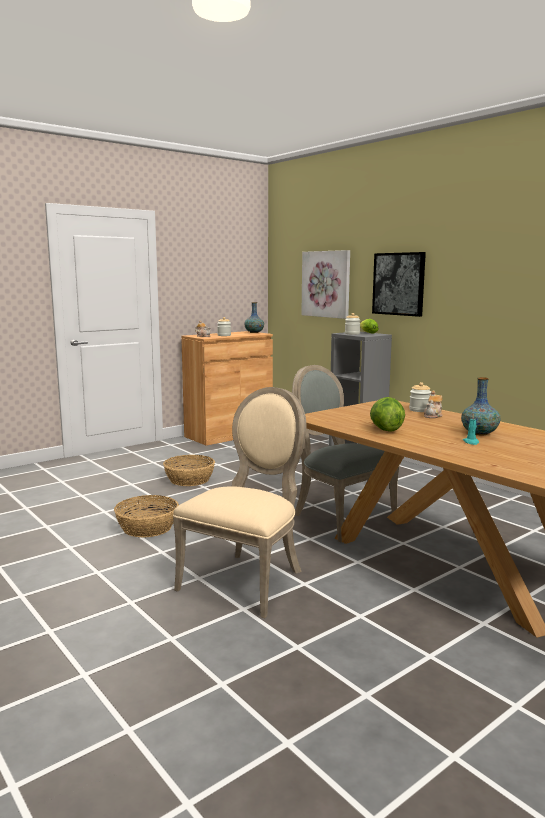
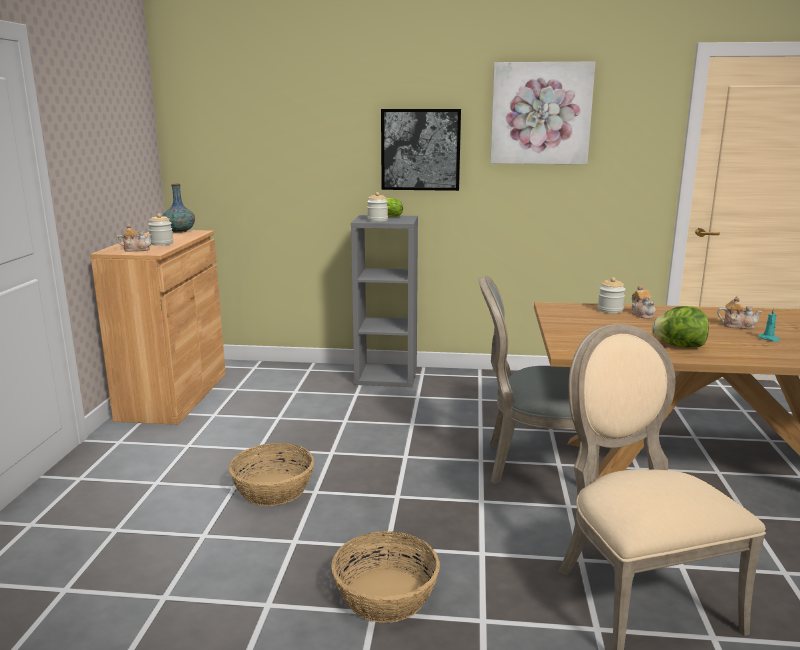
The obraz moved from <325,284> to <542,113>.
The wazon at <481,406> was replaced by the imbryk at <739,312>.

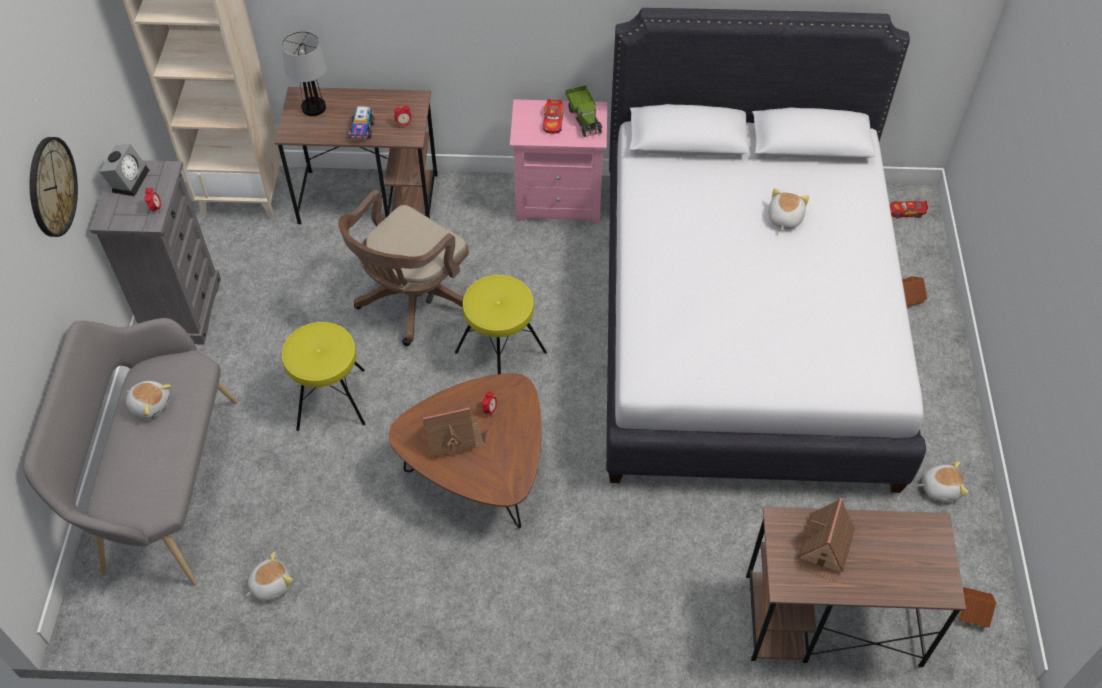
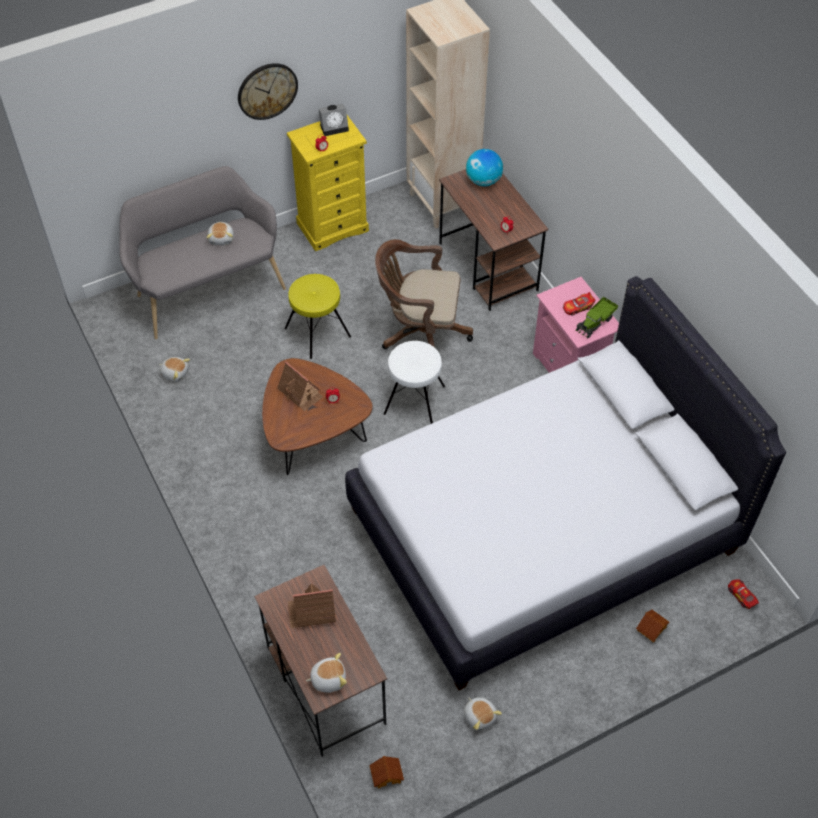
The komoda (szary) at <155,252> became the komoda (żółty) at <328,183>.
The lampa stołowa at <304,73> was replaced by the globus at <484,167>.
The ciężarówka zabawkowa at <361,123> disappeared.
The stołek (żółty) at <501,324> became the stołek (biały) at <414,382>.
The pluszak moved from <788,209> to <326,673>.

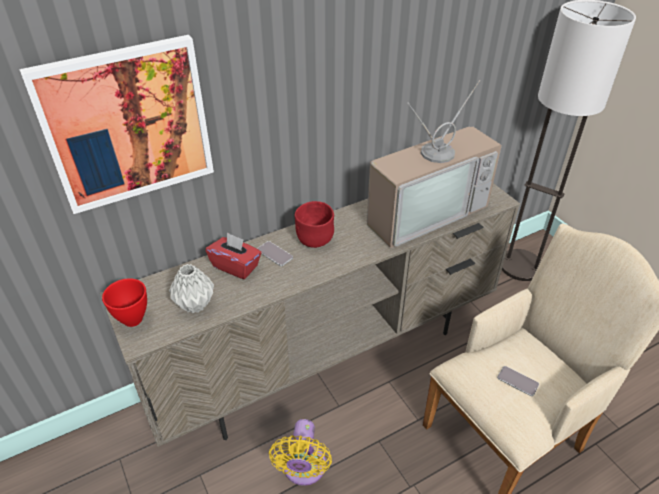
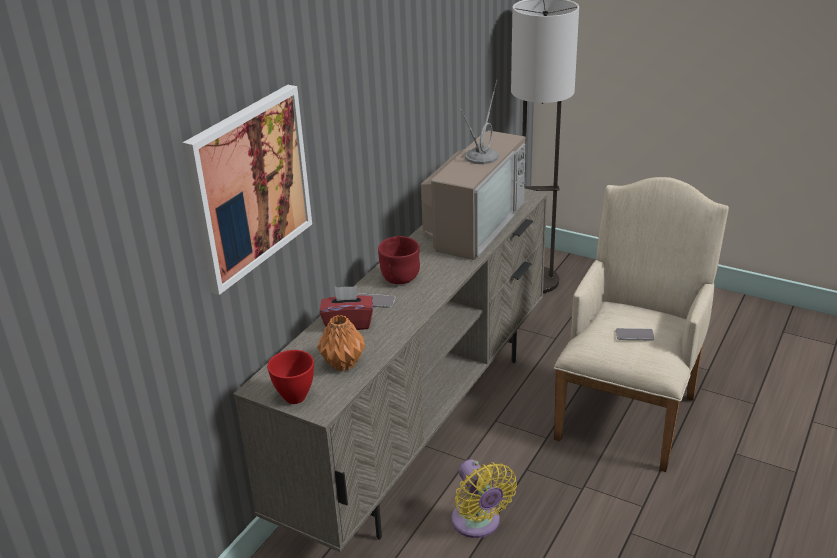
The wazon (szary) at <191,288> became the wazon (pomarańczowy) at <341,343>.

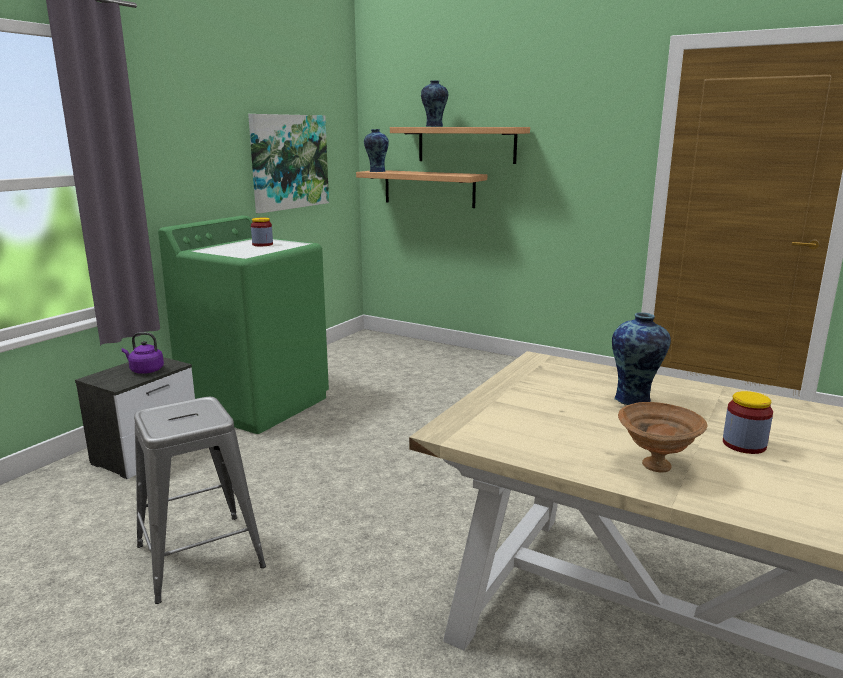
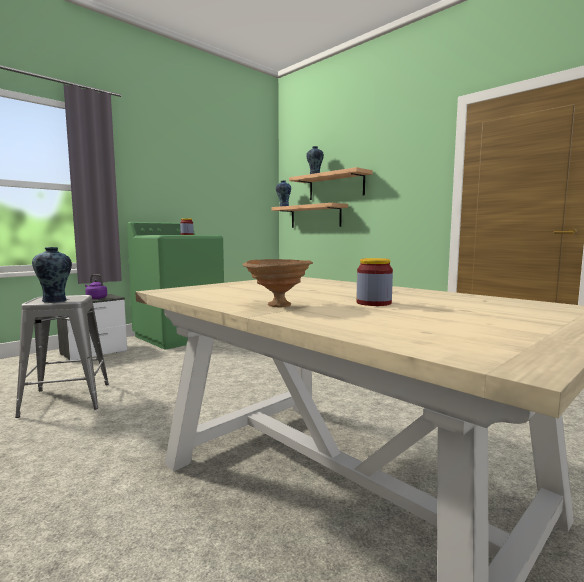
The obraz at <288,163> disappeared.
The wazon moved from <641,359> to <52,275>.

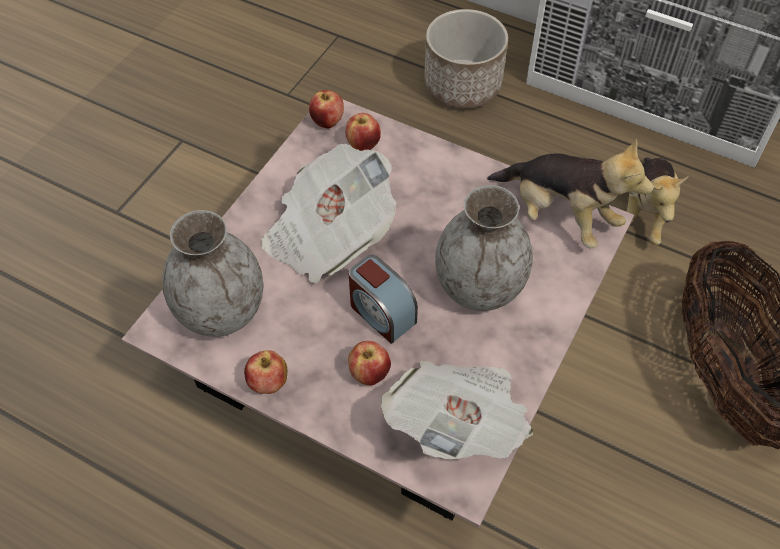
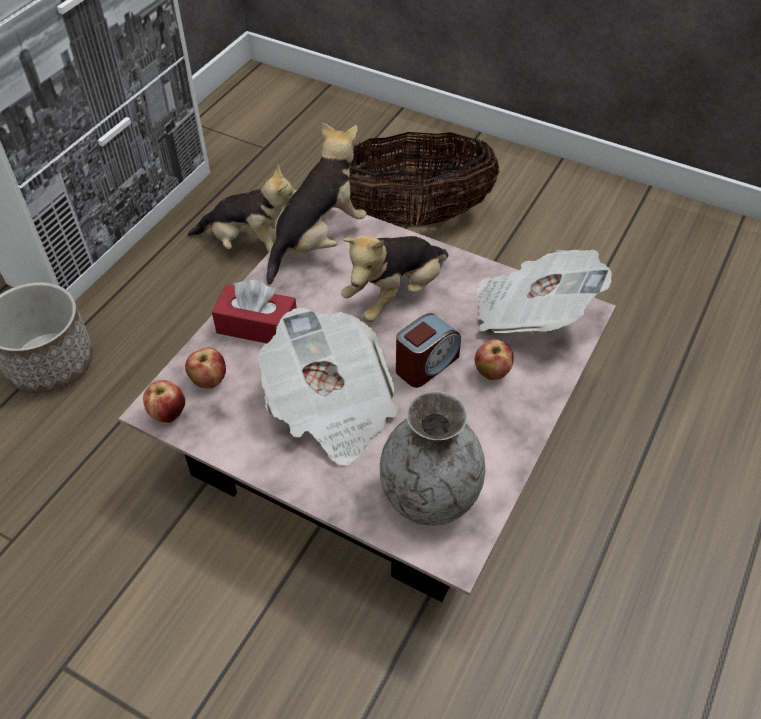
The jabłko at <265,372> disappeared.
The wazon (szary) at <484,248> was replaced by the pluszak at <395,278>.
The pudełko chusteczek (czerwony) at <254,311> appeared.

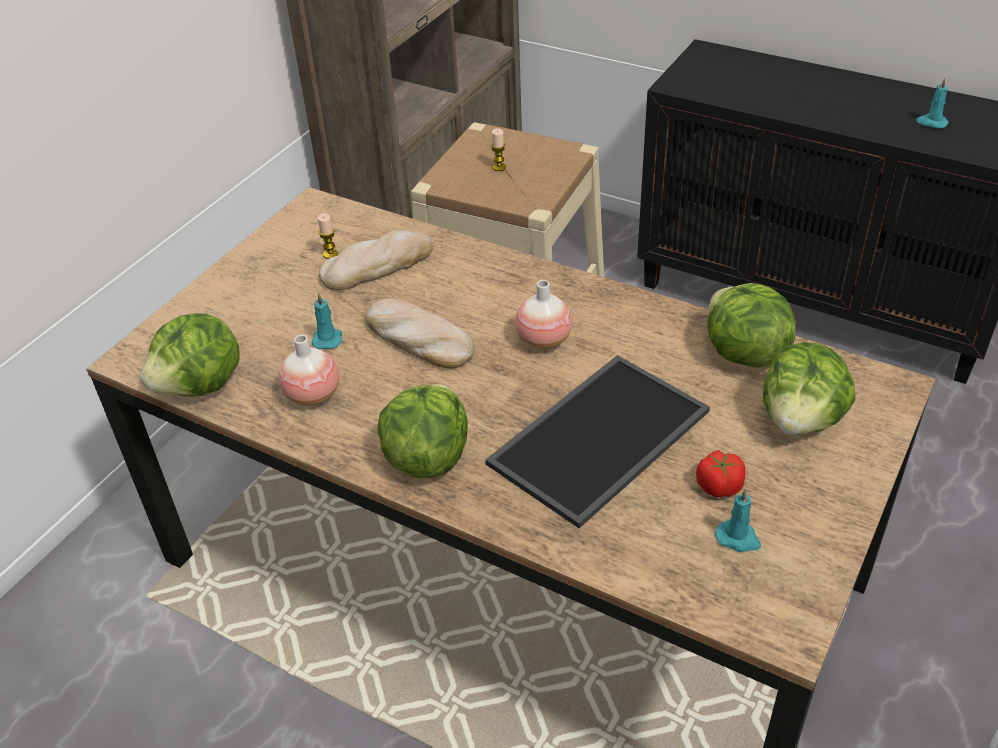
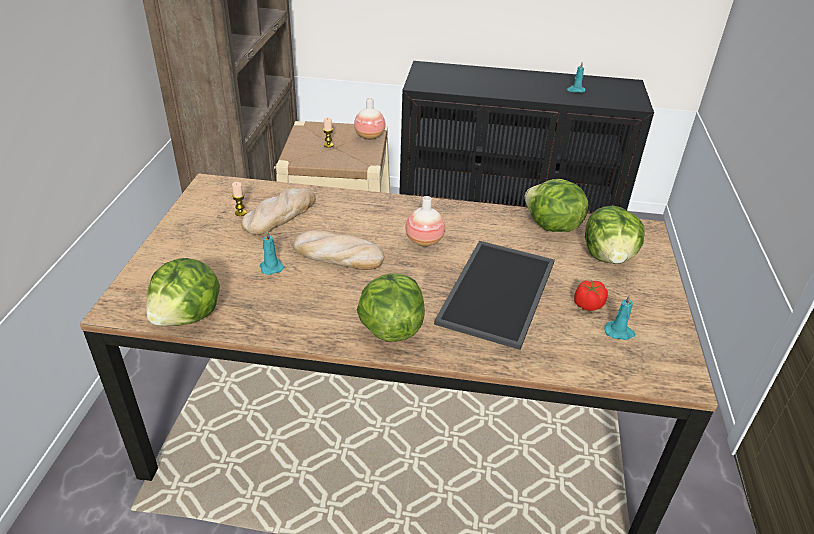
The wazon moved from <309,370> to <369,119>.

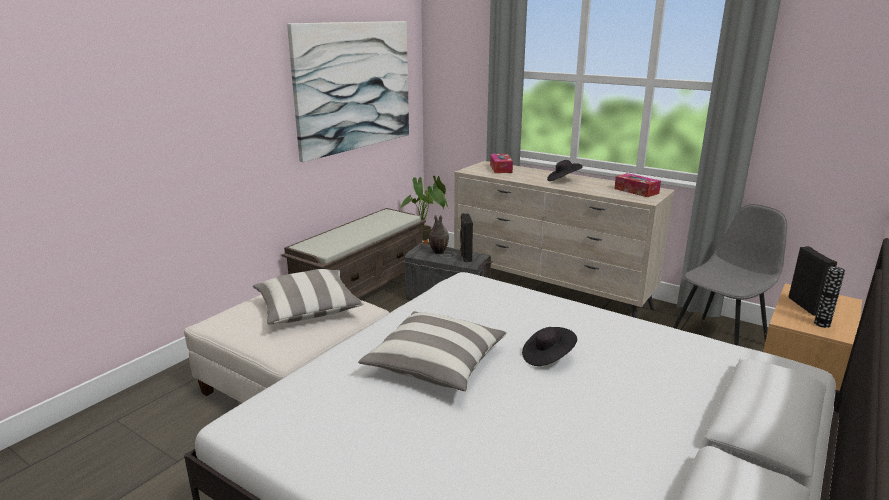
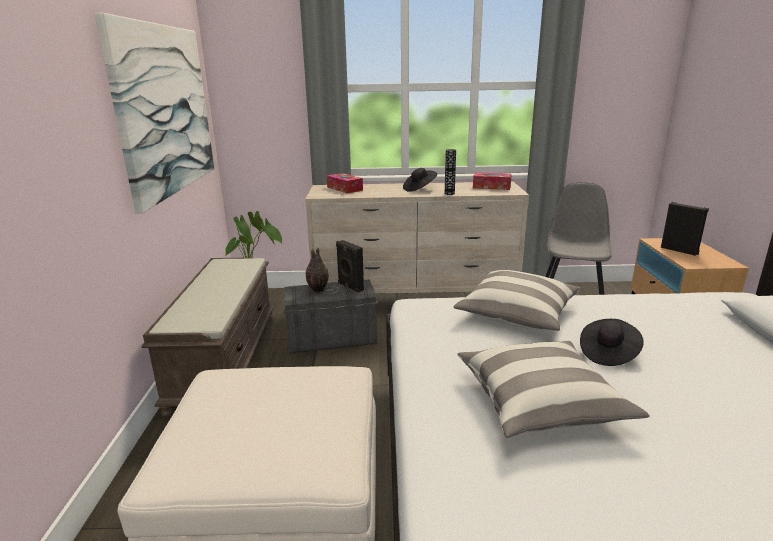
The poduszka moved from <308,296> to <516,300>.
The wazon moved from <829,297> to <450,172>.

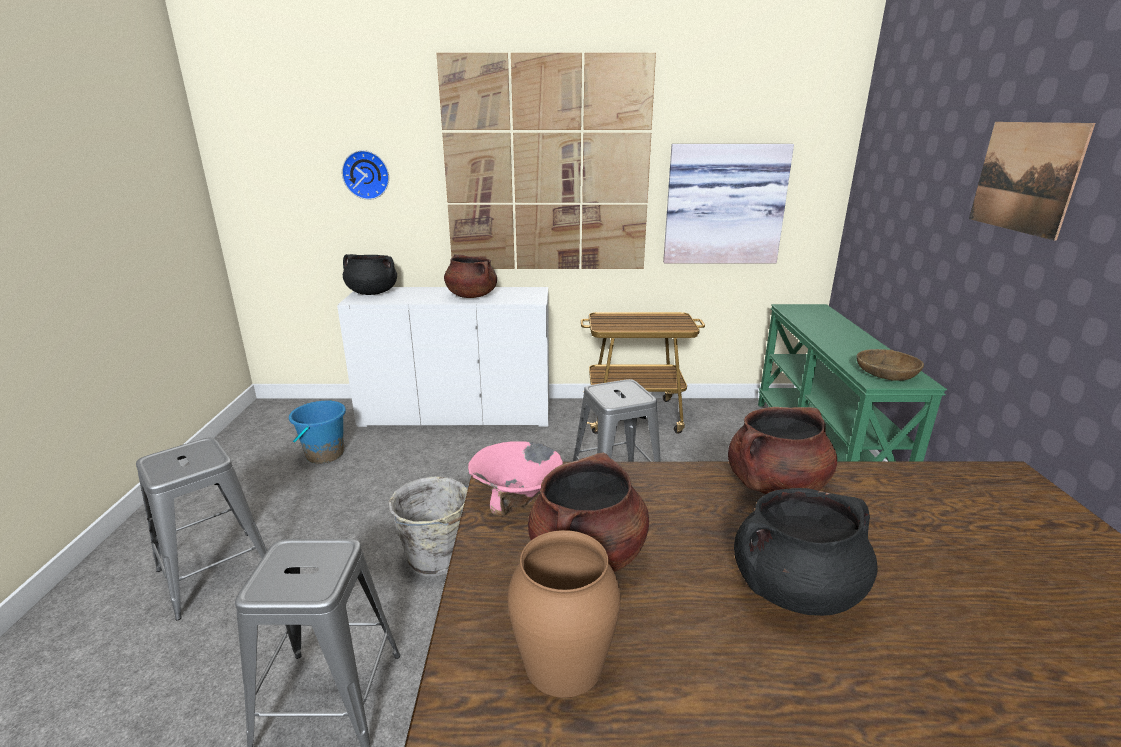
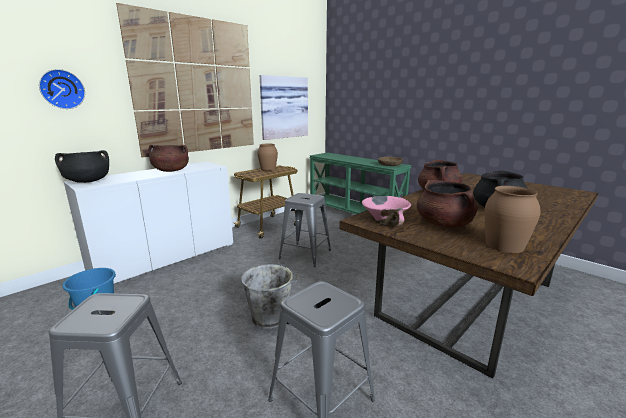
The obraz at <1032,181> disappeared.
The wazon (brązowy) at <267,157> appeared.

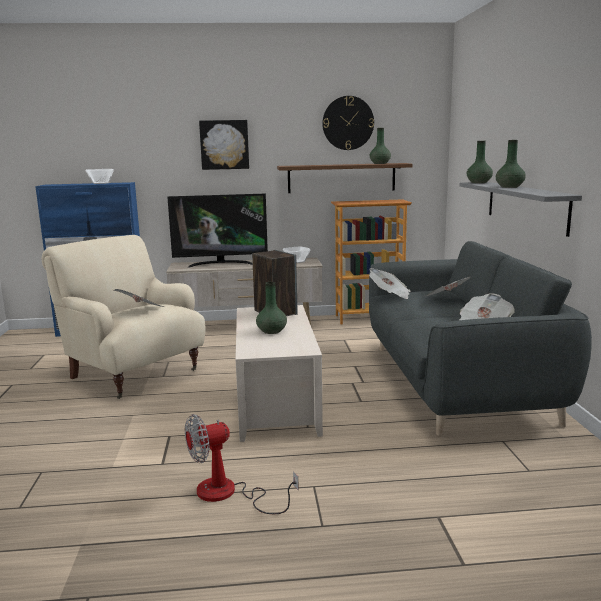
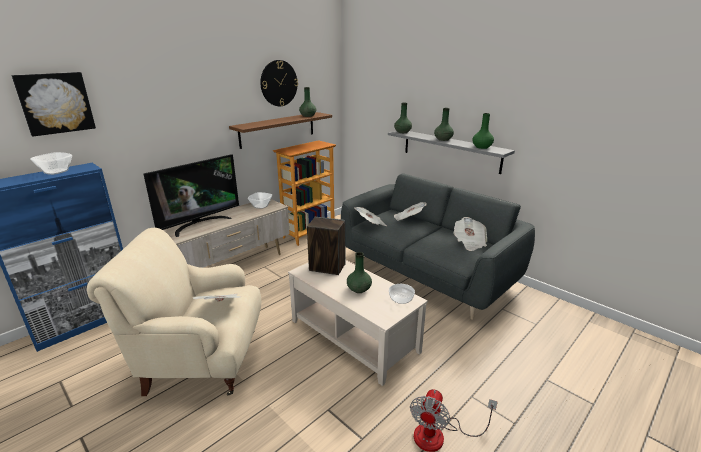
The obraz moved from <224,145> to <54,104>.
The miska at <402,294> appeared.
The wazon (zielony) at <483,131> appeared.

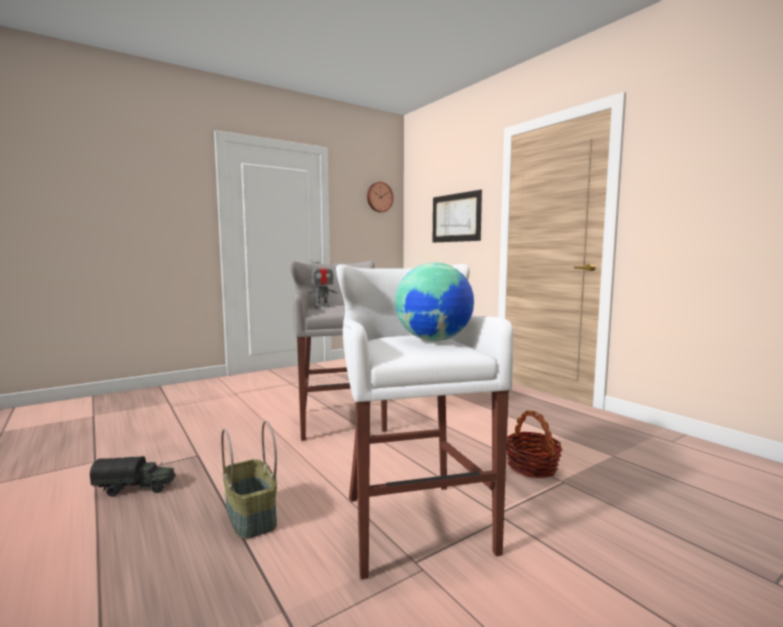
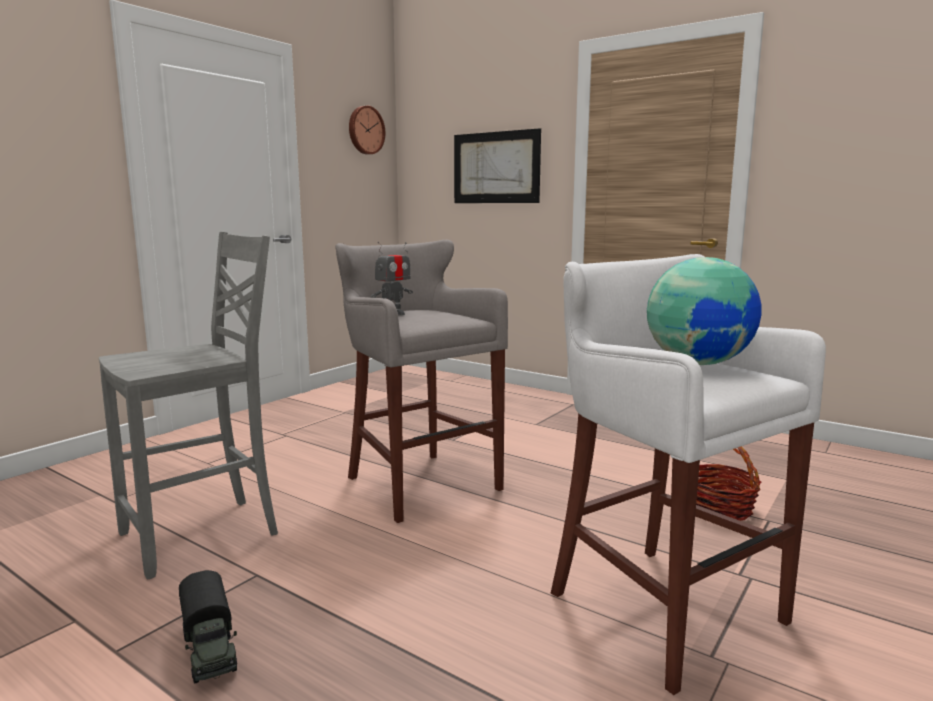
The ciężarówka zabawkowa at <132,476> turned 90 degrees clockwise.
The koszyk at <249,479> disappeared.
The krzesło (szary) at <188,406> appeared.

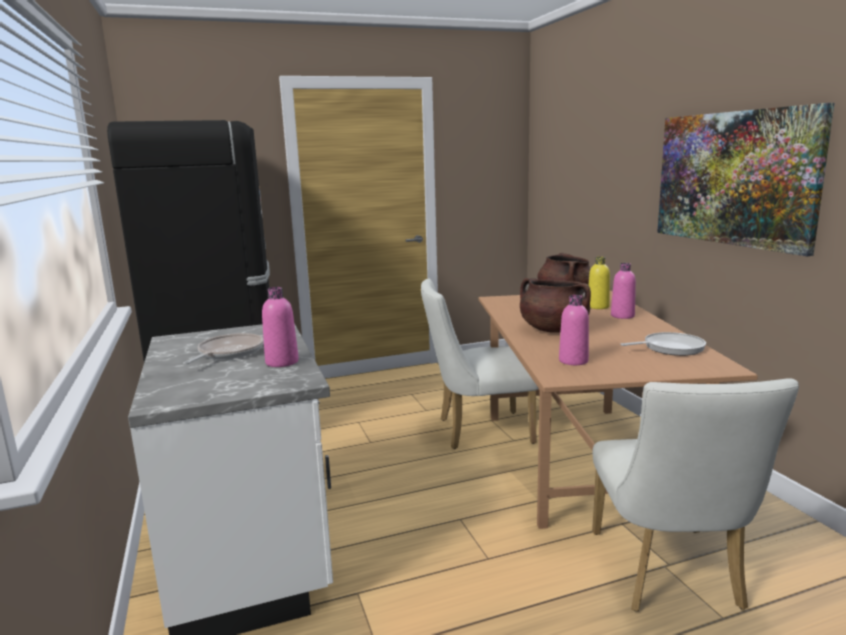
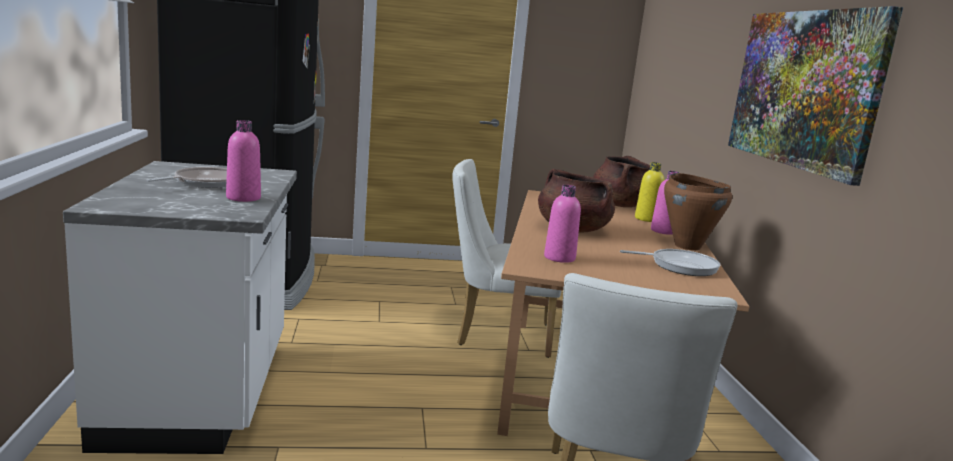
The garnek (brązowy) at <698,211> appeared.

